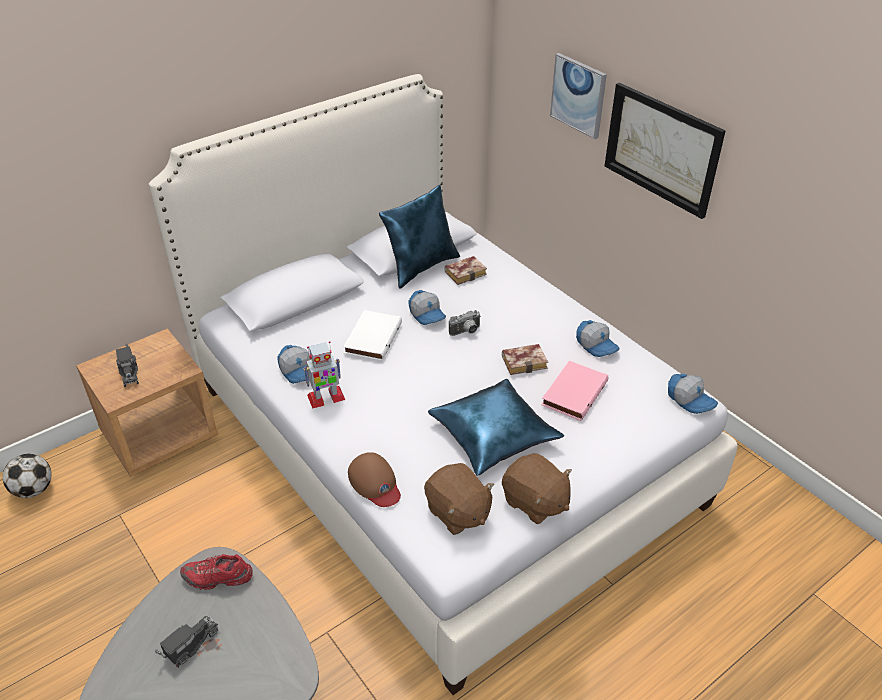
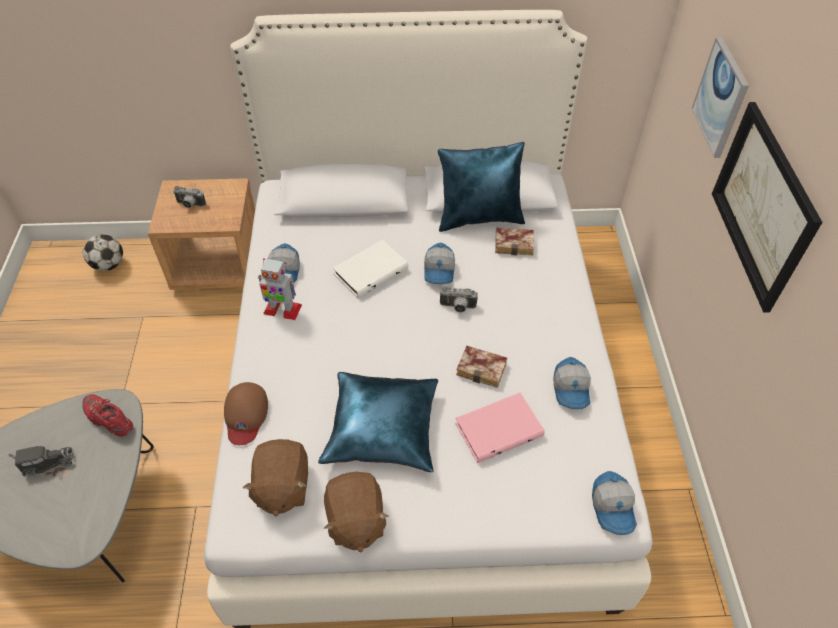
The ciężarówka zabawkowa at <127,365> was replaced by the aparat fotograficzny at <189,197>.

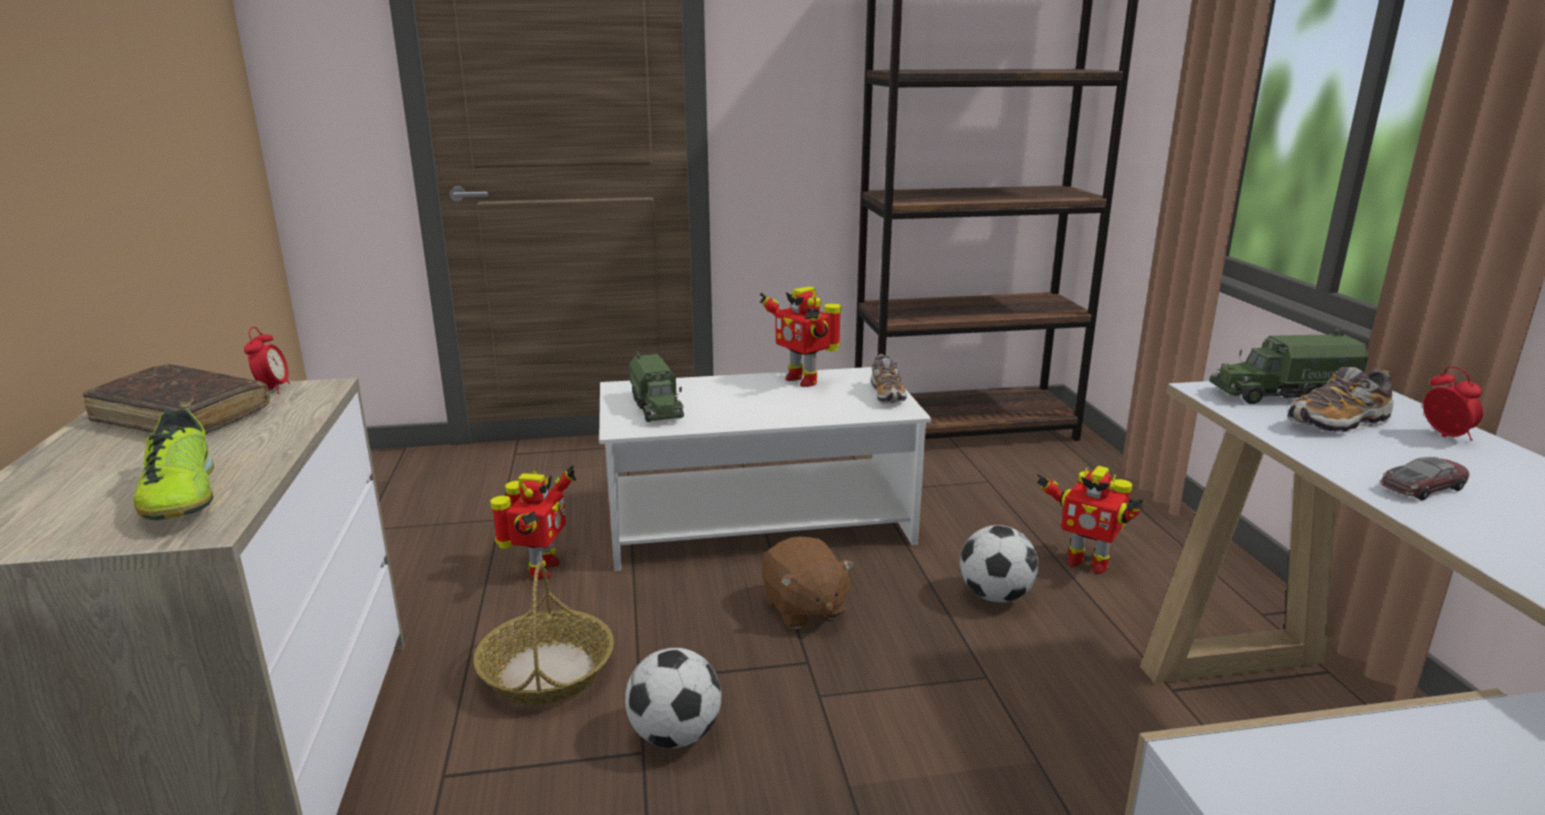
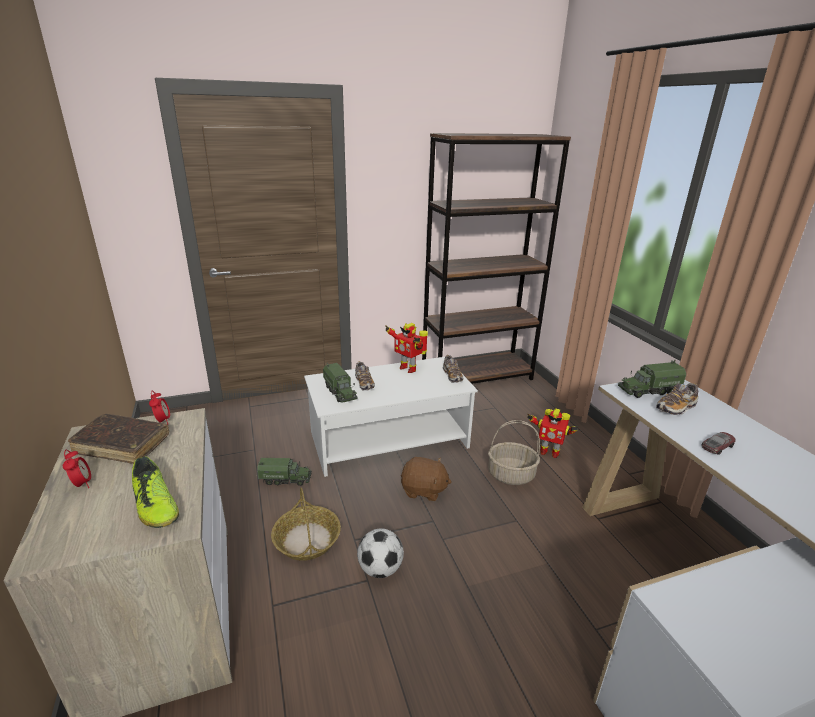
The robot zabawkowy at <533,522> was replaced by the ciężarówka zabawkowa at <284,472>.
The pluszak (brązowy) at <807,583> turned 45 degrees counterclockwise.
The piłka futbolowa at <999,564> was replaced by the koszyk at <514,452>.
The budzik moved from <1453,403> to <77,468>.
The but at <365,376> appeared.

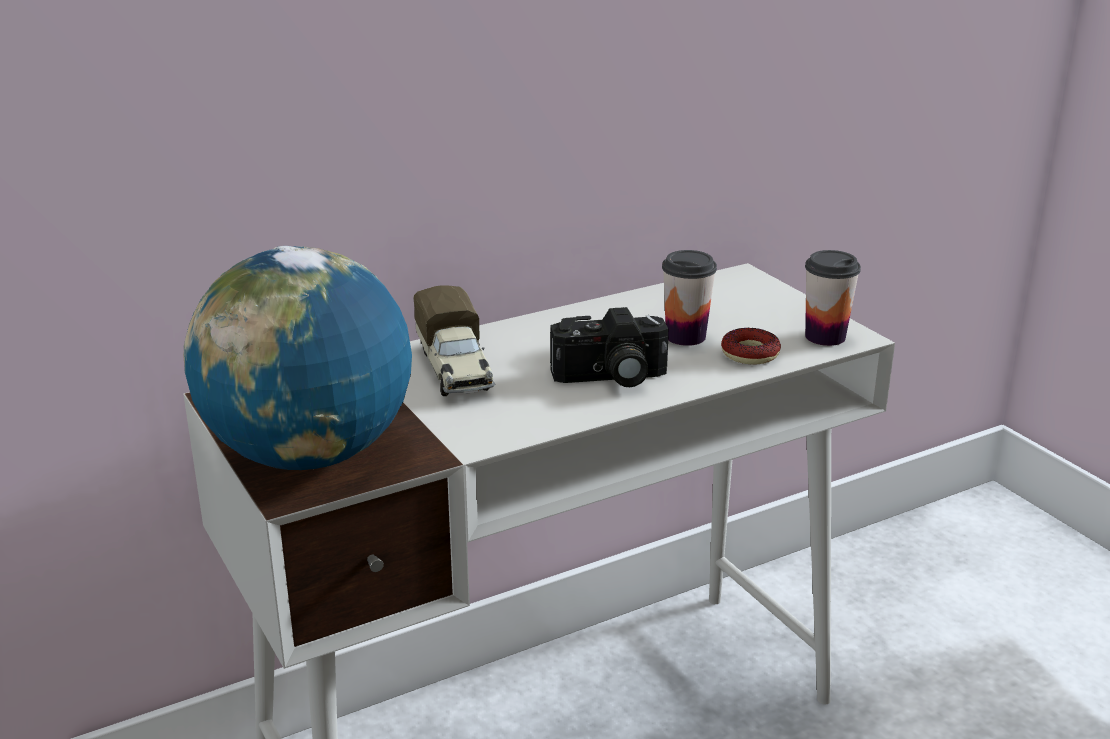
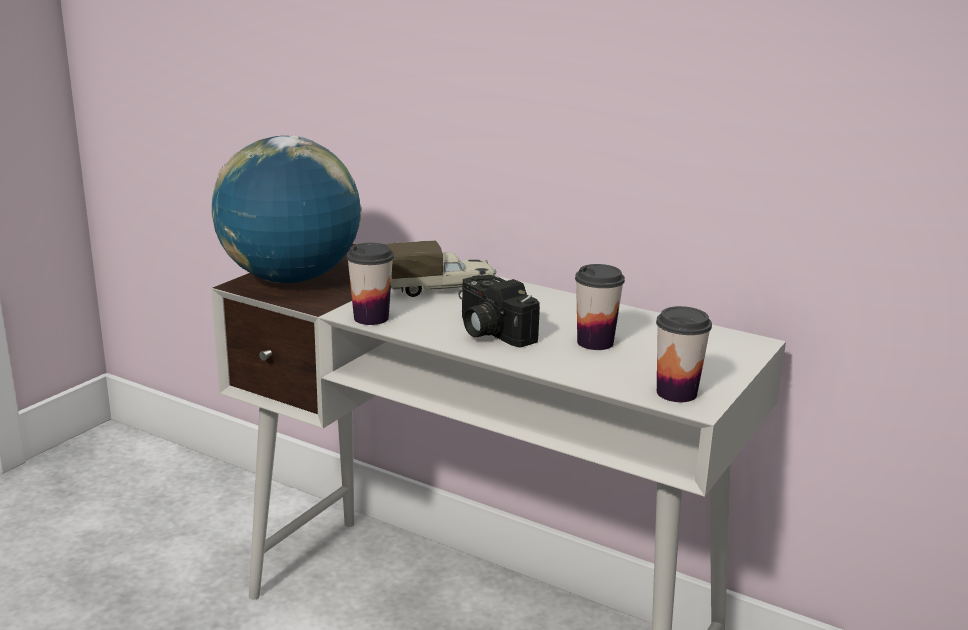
The ciężarówka zabawkowa at <454,340> turned 150 degrees counterclockwise.
The donut at <751,346> disappeared.
The filiżanka at <370,284> appeared.

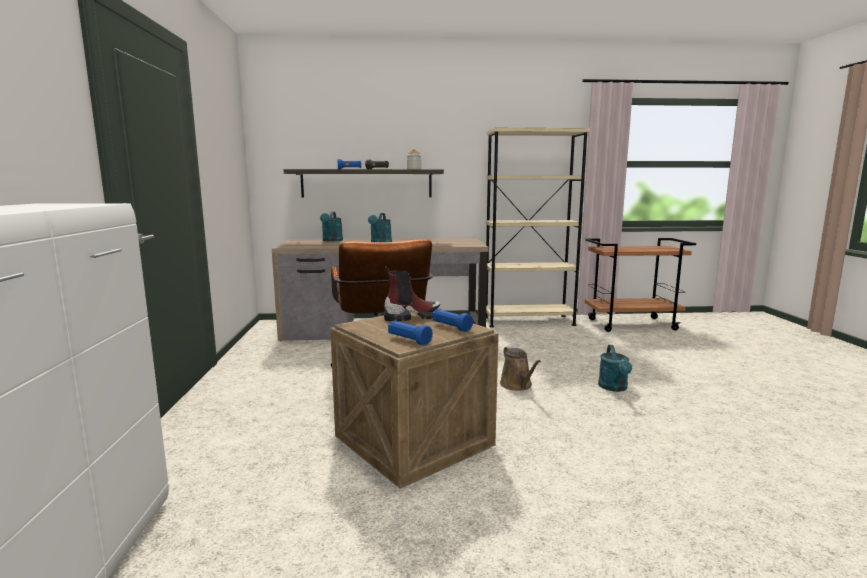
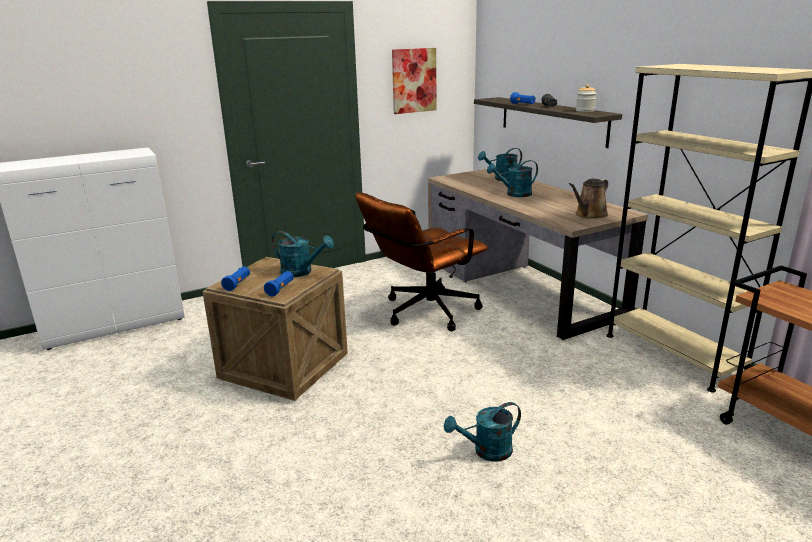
The but z cholewką at <413,294> was replaced by the konewka (turkusowy) at <302,254>.
The konewka (brązowy) moved from <520,368> to <588,199>.
The obraz at <414,81> appeared.

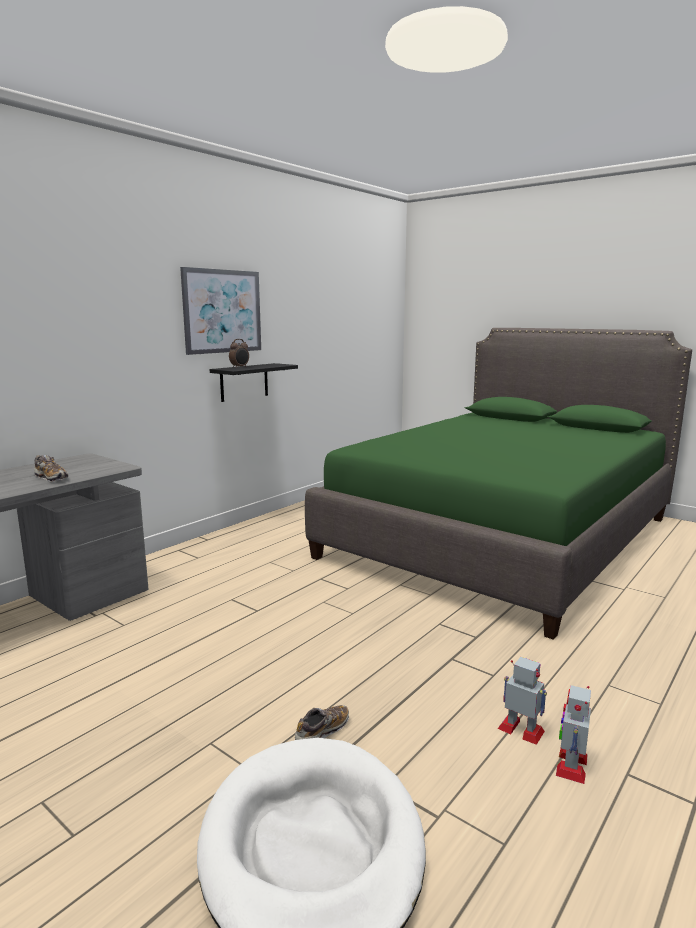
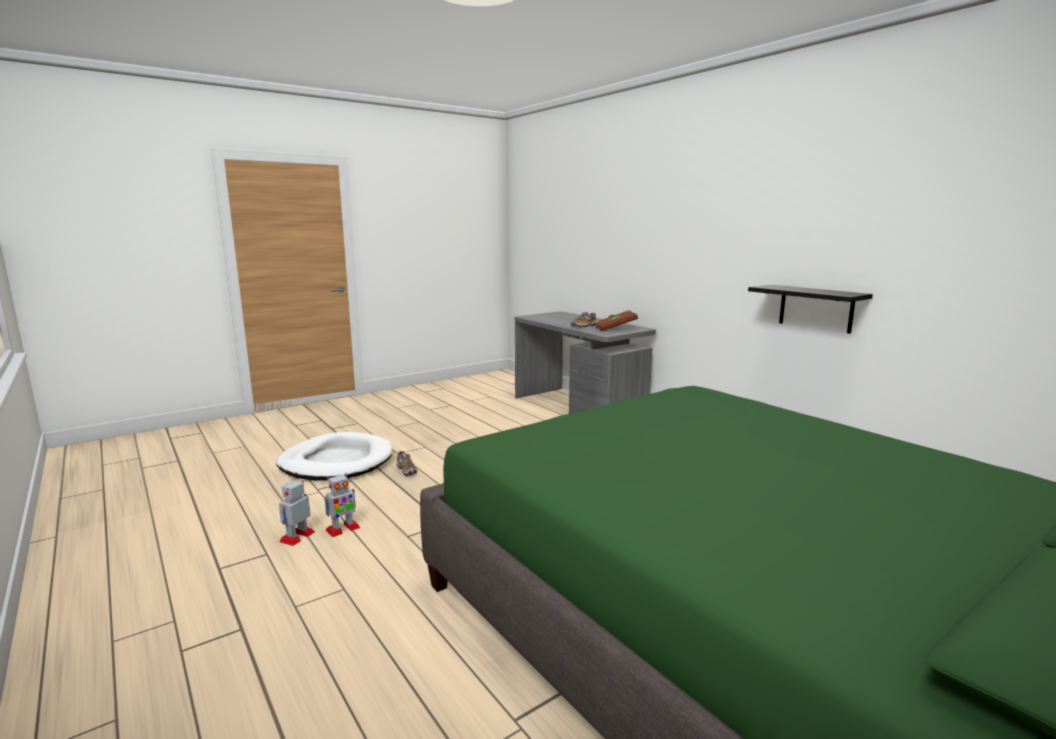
The obraz at <220,311> disappeared.
The budzik at <239,353> disappeared.
The robot zabawkowy at <573,734> turned 105 degrees counterclockwise.
The książka (brązowy) at <616,320> appeared.

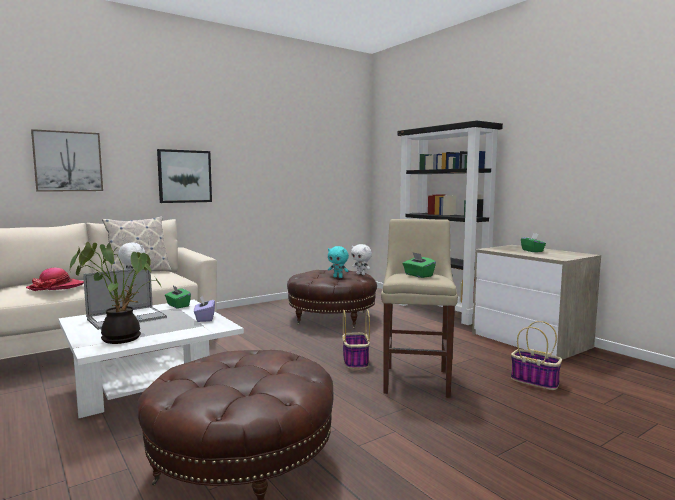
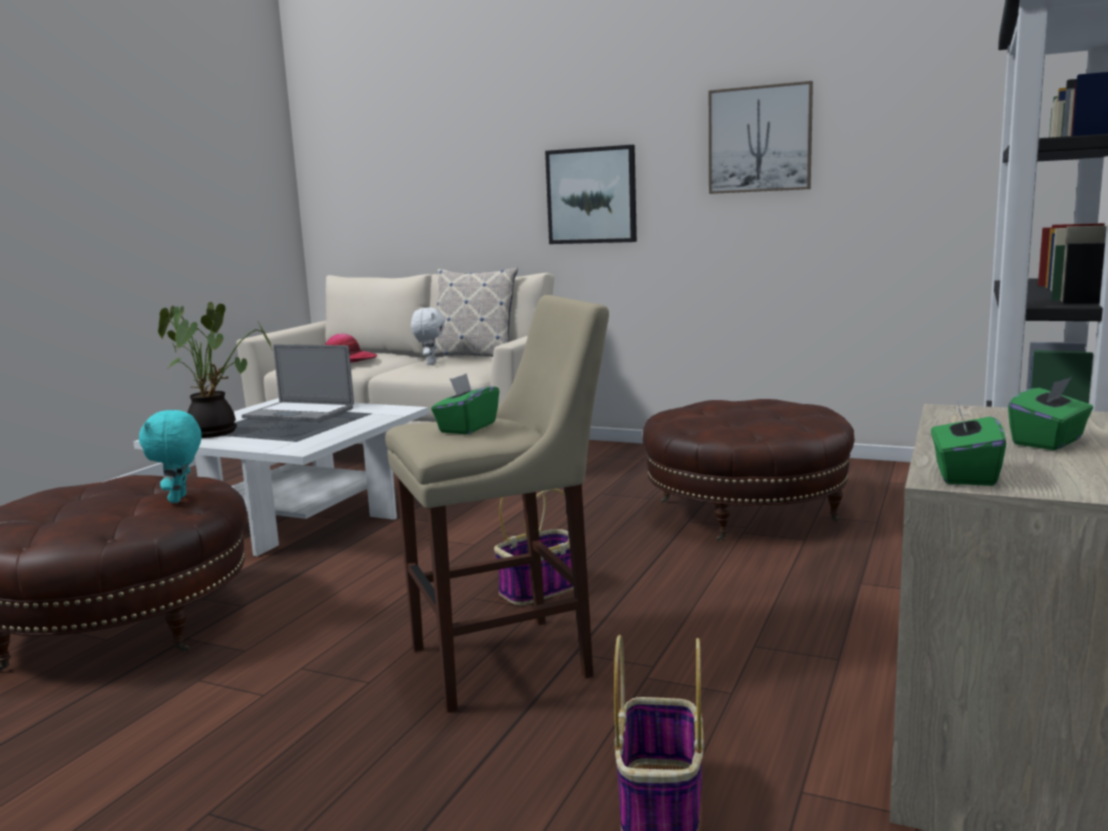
The obraz moved from <67,160> to <761,137>.
The pudełko chusteczek (zielony) moved from <178,297> to <968,443>.
The pudełko chusteczek (fioletowy) at <204,309> disappeared.
The pluszak (turkusowy) moved from <338,262> to <170,456>.
The pluszak (biały) at <361,259> disappeared.

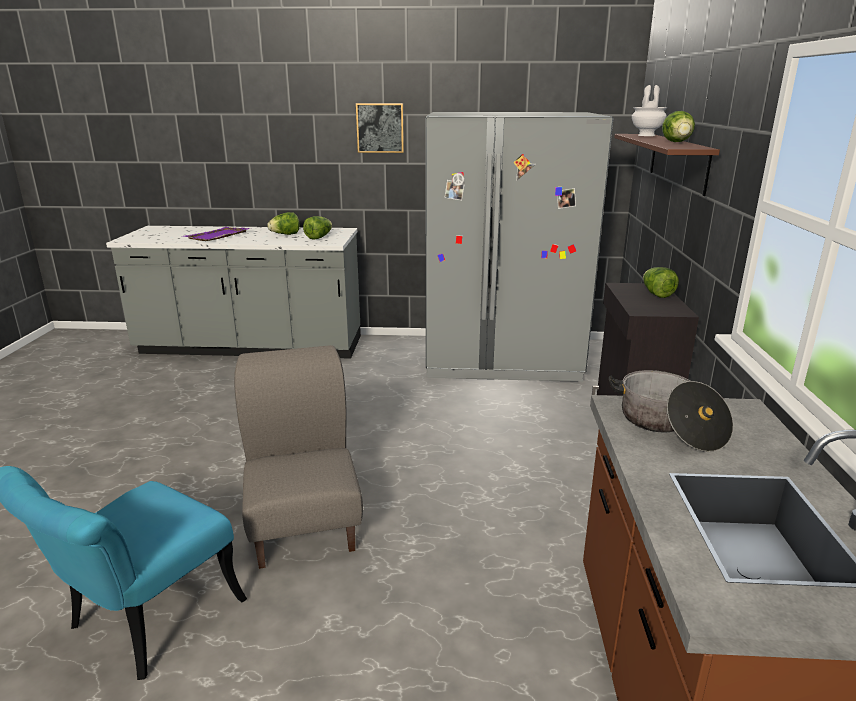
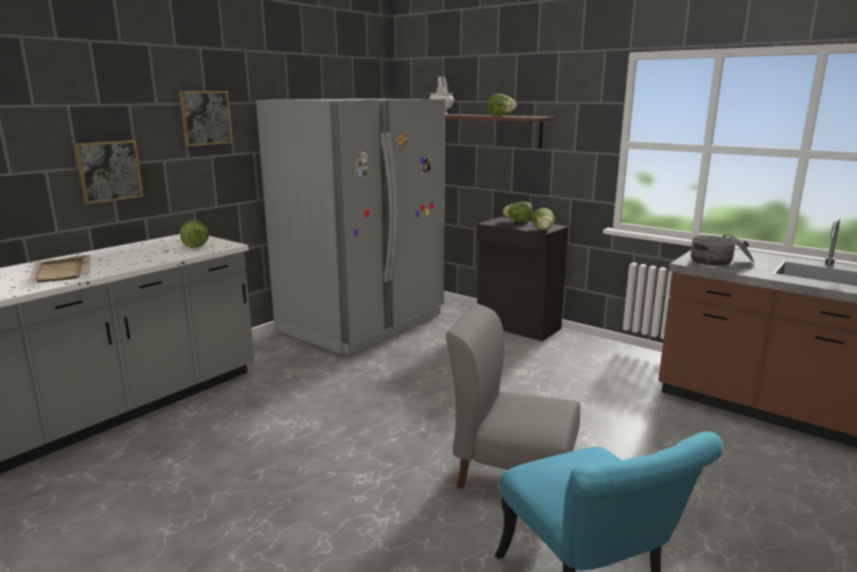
The taca (fioletowy) at <218,234> became the taca (beżowy) at <58,269>.
The sałata moved from <283,223> to <543,219>.
The obraz at <109,172> appeared.

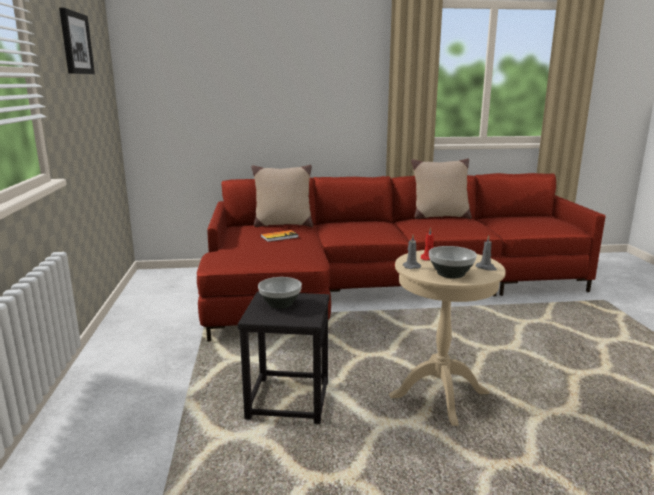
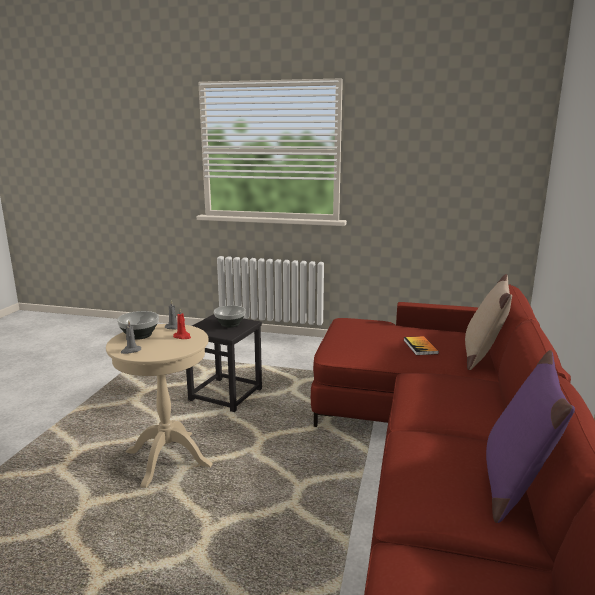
The obraz at <77,41> disappeared.
The poduszka (beżowy) at <441,188> became the poduszka (fioletowy) at <530,436>.

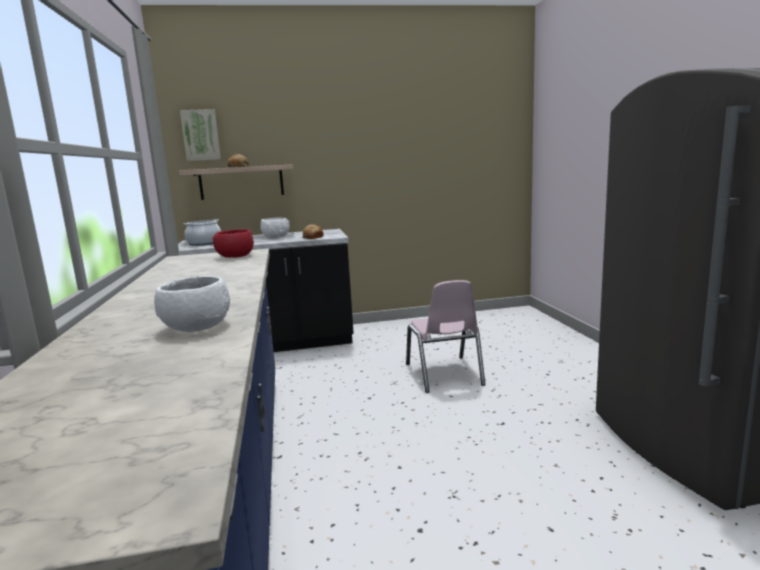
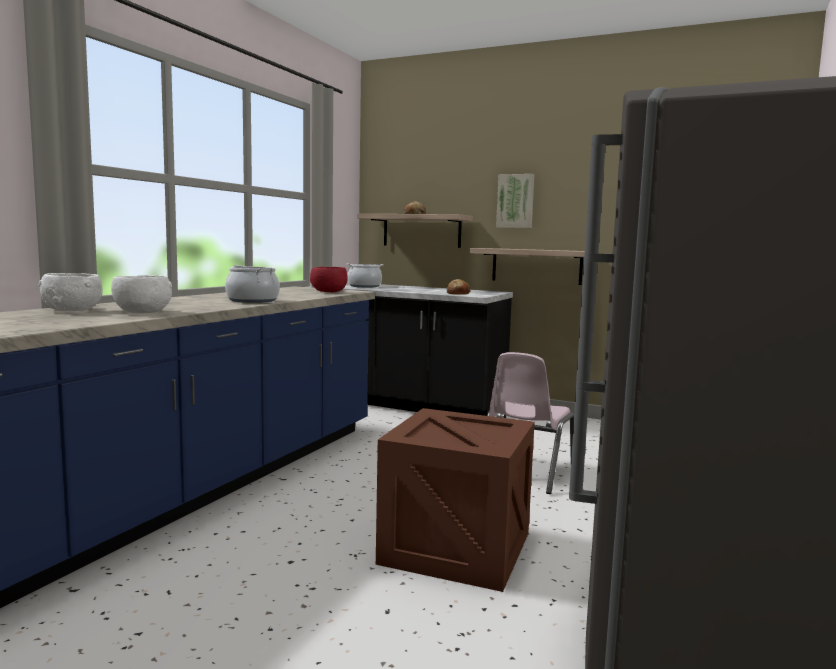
The obraz moved from <200,135> to <515,201>.
The miska (biały) moved from <275,228> to <71,292>.
The garnek at <252,284> appeared.
The skrzynka at <455,500> appeared.
The półka at <527,266> appeared.

